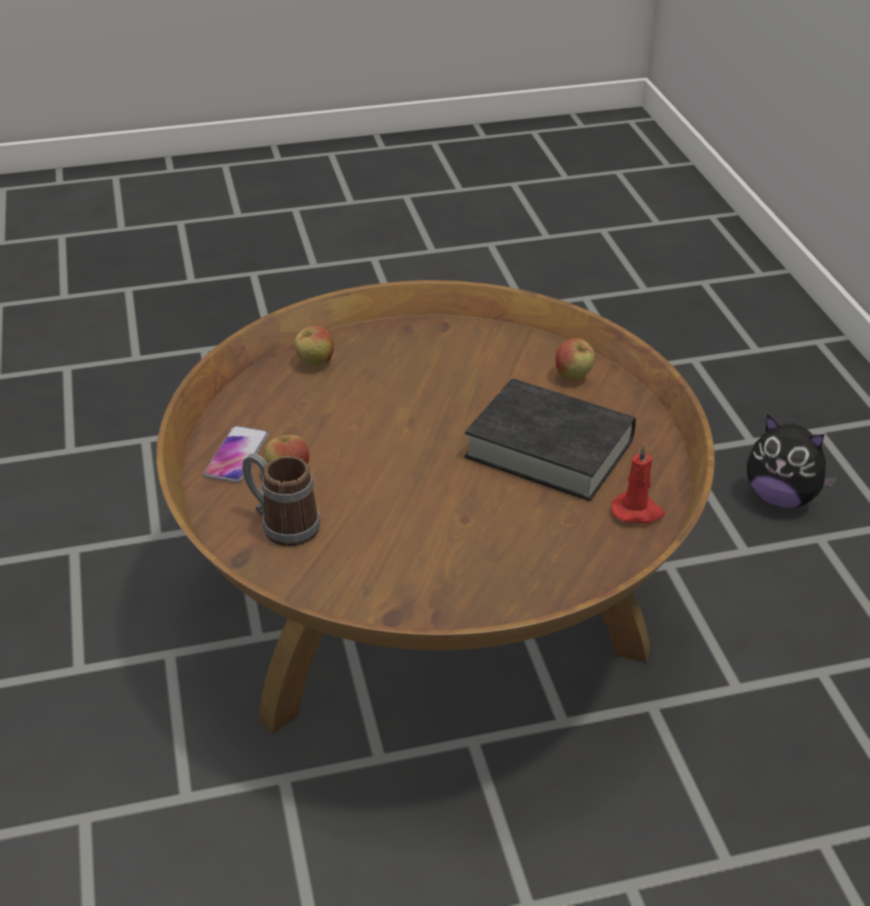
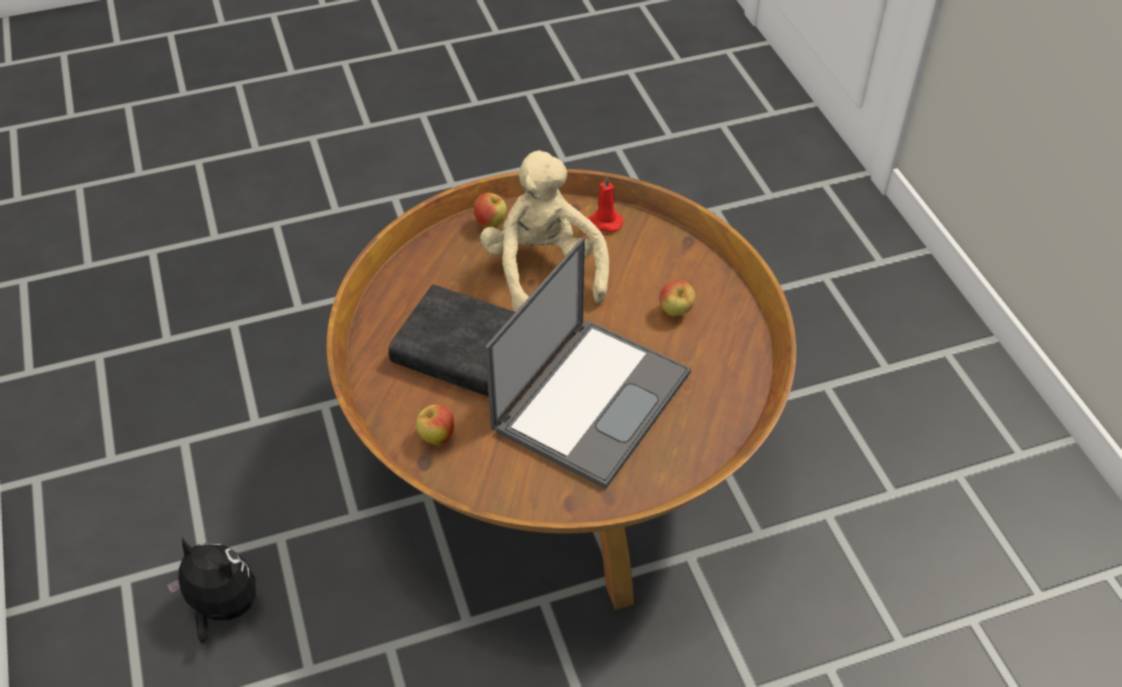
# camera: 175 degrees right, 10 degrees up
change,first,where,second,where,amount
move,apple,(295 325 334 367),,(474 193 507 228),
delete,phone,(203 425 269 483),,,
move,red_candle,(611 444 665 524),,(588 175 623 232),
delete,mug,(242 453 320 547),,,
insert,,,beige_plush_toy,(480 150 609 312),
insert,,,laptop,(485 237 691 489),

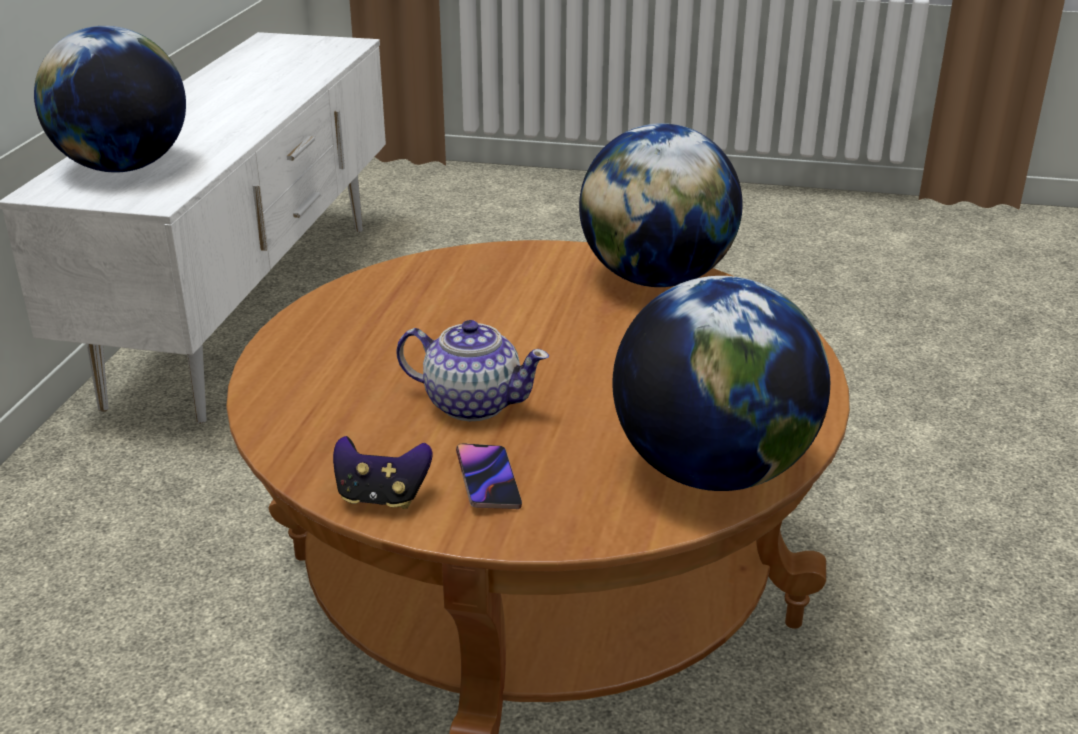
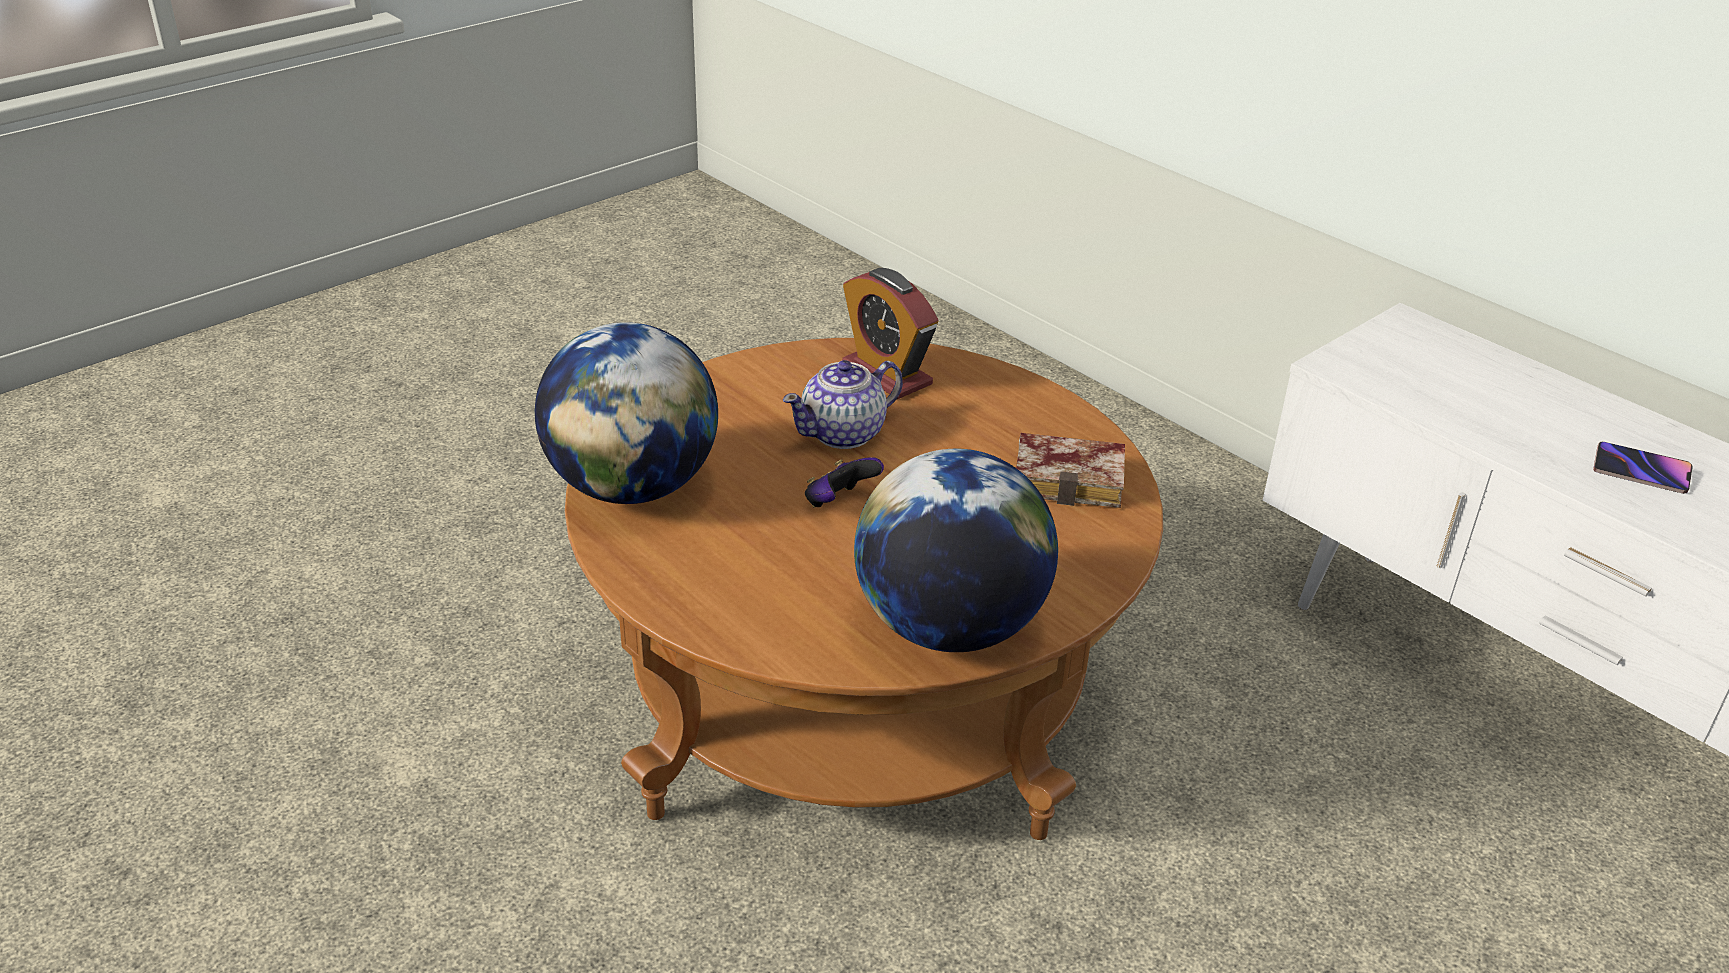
# camera: 125 degrees right, 5 degrees up
change,first,where,second,where,amount
delete,globe,(34 26 186 172),,,
move,game_controller,(333 436 433 509),,(805 457 884 507),
move,phone,(456 443 522 509),,(1593 442 1693 494),
insert,,,alarm_clock,(842 268 939 399),
insert,,,book,(1016 433 1125 508),

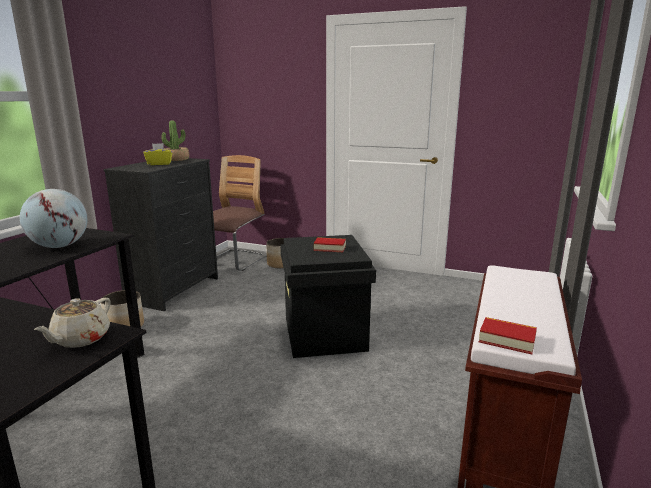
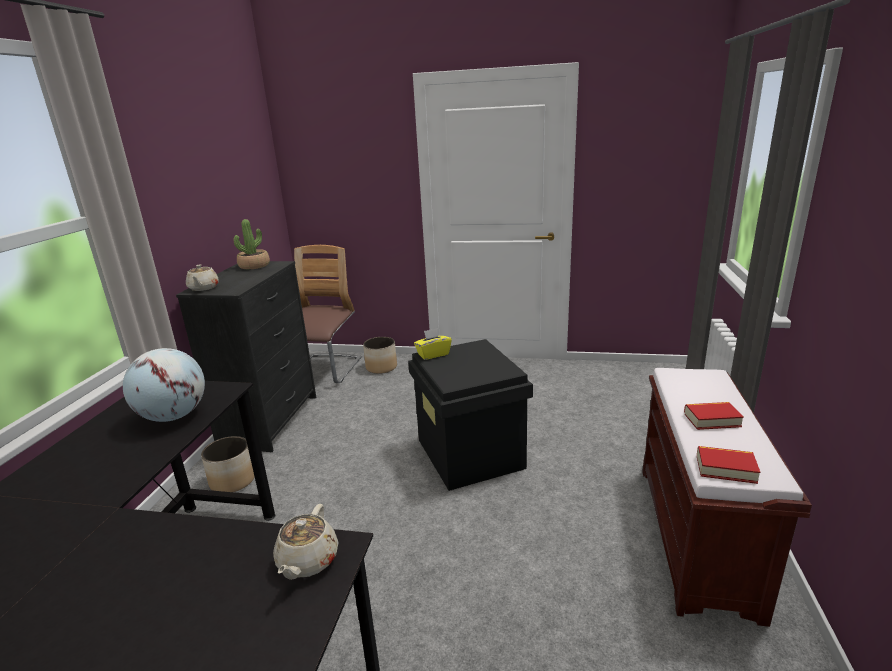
# camera: 10 degrees left, 5 degrees up
change,first,where,second,where,amount
move,yellow_tissue_box,(143 143 173 165),,(414 328 452 360),
move,book,(314 237 346 252),,(684 402 744 430),
insert,,,beige_teapot,(186 264 219 291),

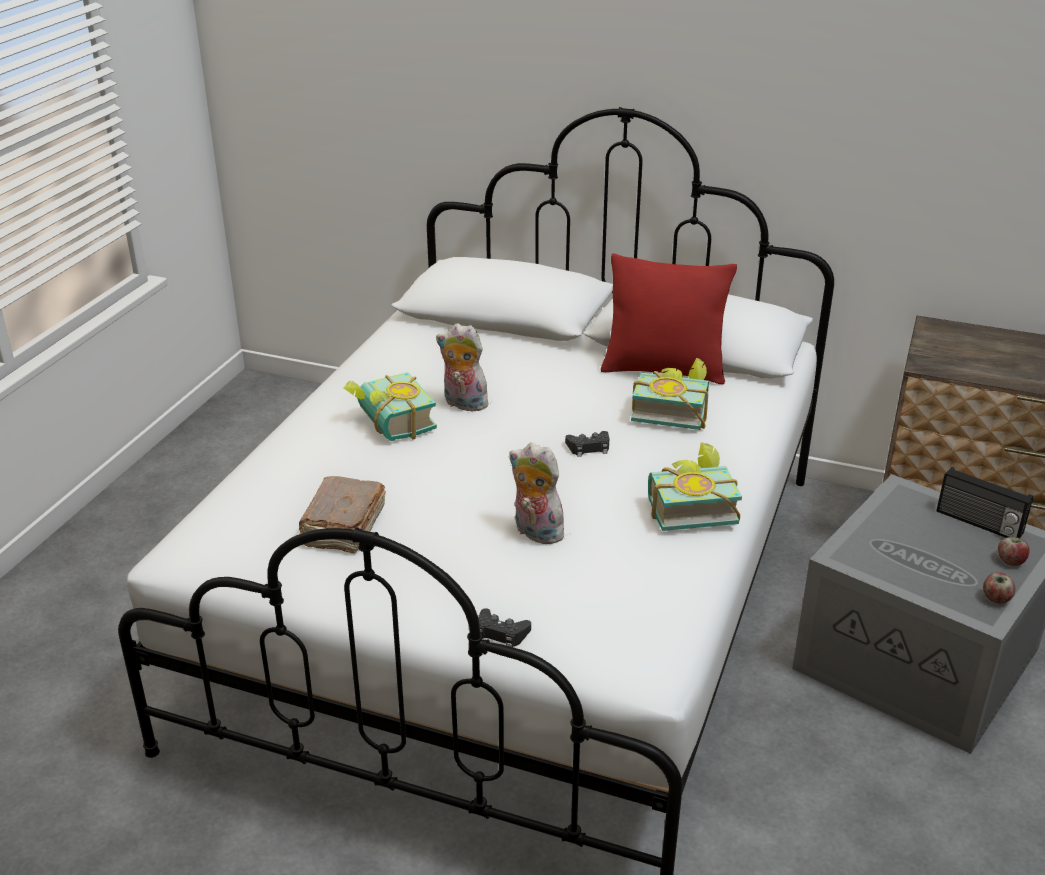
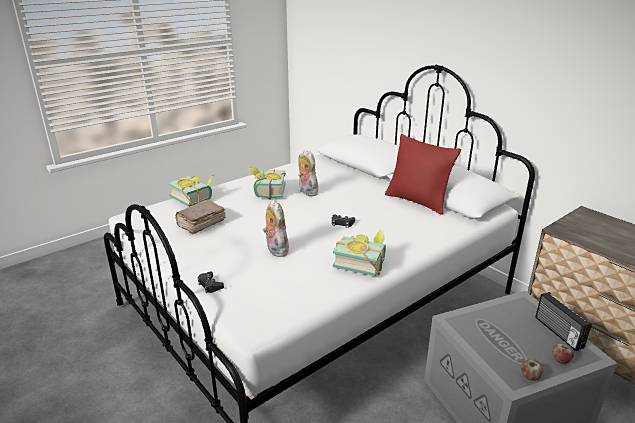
# camera: 30 degrees right, 5 degrees down
change,first,where,second,where,amount
move,book,(631 358 709 430),,(168 176 212 207),

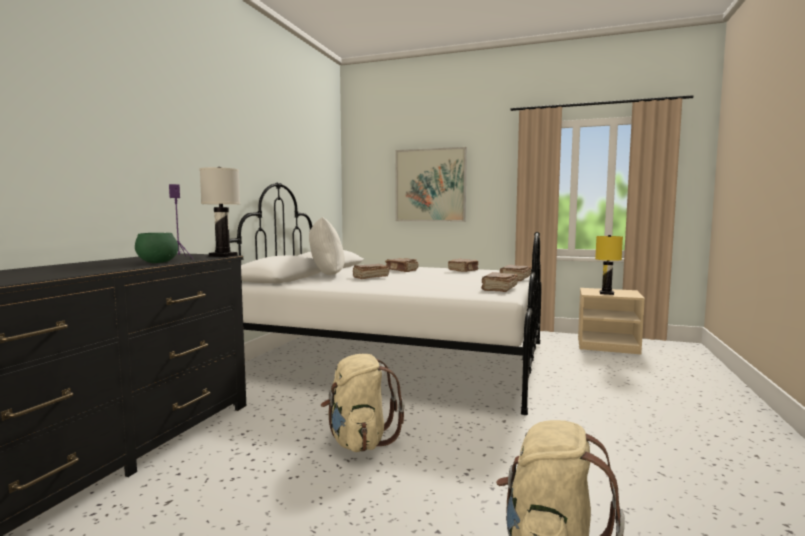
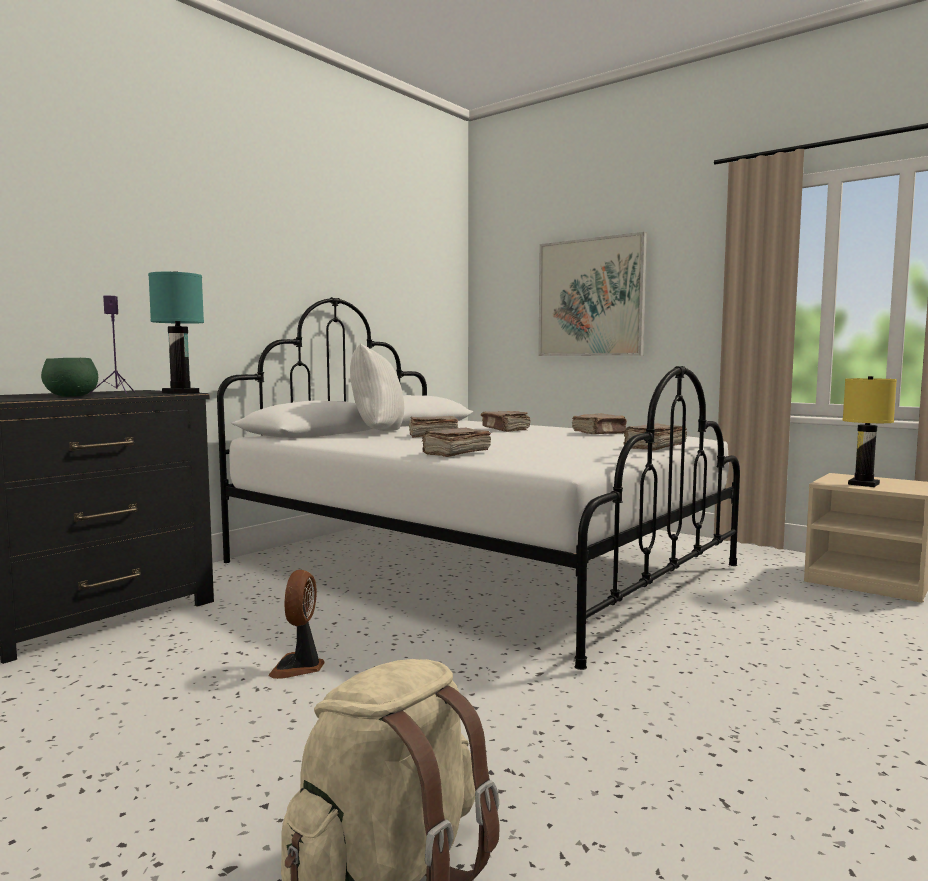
# camera: 20 degrees right, 0 degrees up
change,first,where,second,where,amount
recolor,white_table_lamp,(200 167 240 257),turquoise_table_lamp,(148 271 204 394),
move,brown_book,(481 272 518 292),,(422 428 491 457),
replace,beige_backpack,(321 354 405 452),fan,(268 569 325 679),

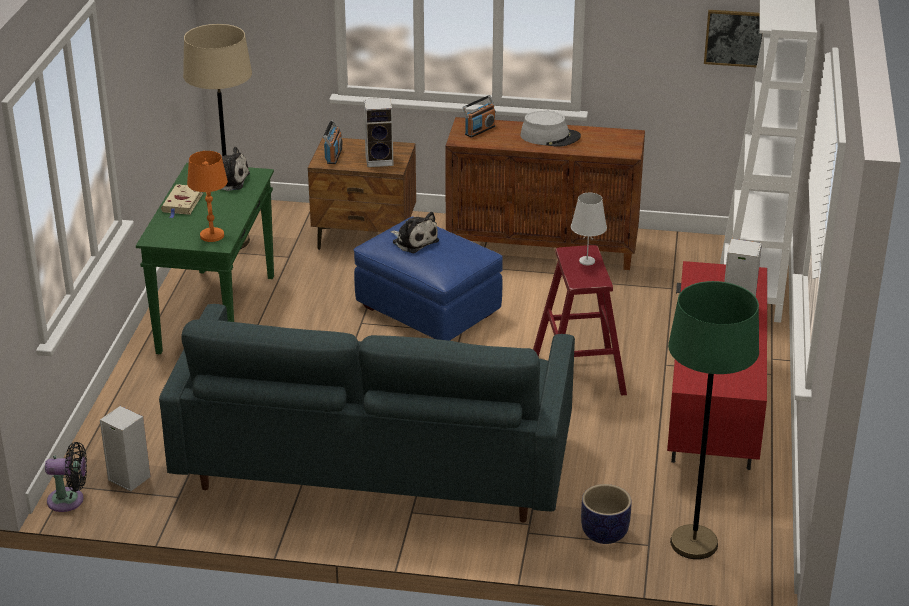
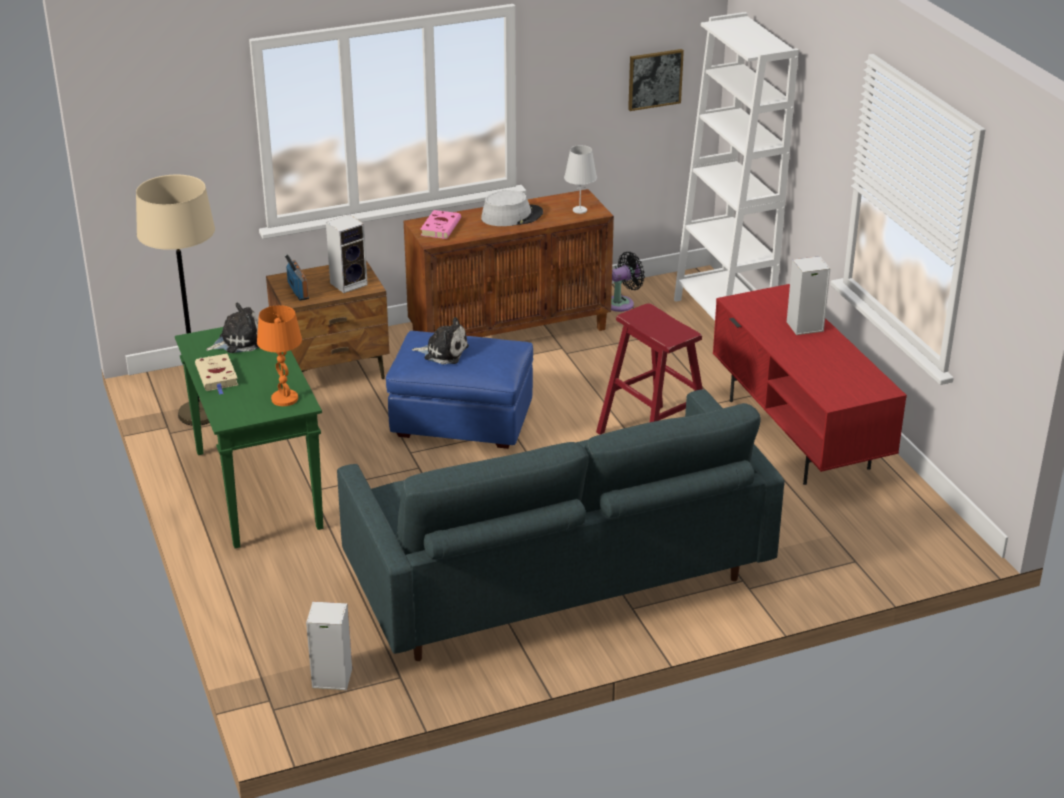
# camera: 30 degrees left, 0 degrees up
change,first,where,second,where,amount
replace,radio,(463 95 496 138),pink_book,(420 210 461 239),
move,white_table_lamp,(571 193 607 265),,(564 145 597 214),
delete,green_floor_lamp,(668 281 759 559),,,
move,black_fan,(45 442 87 512),,(611 252 645 312),
delete,planter,(581 484 631 544),,,

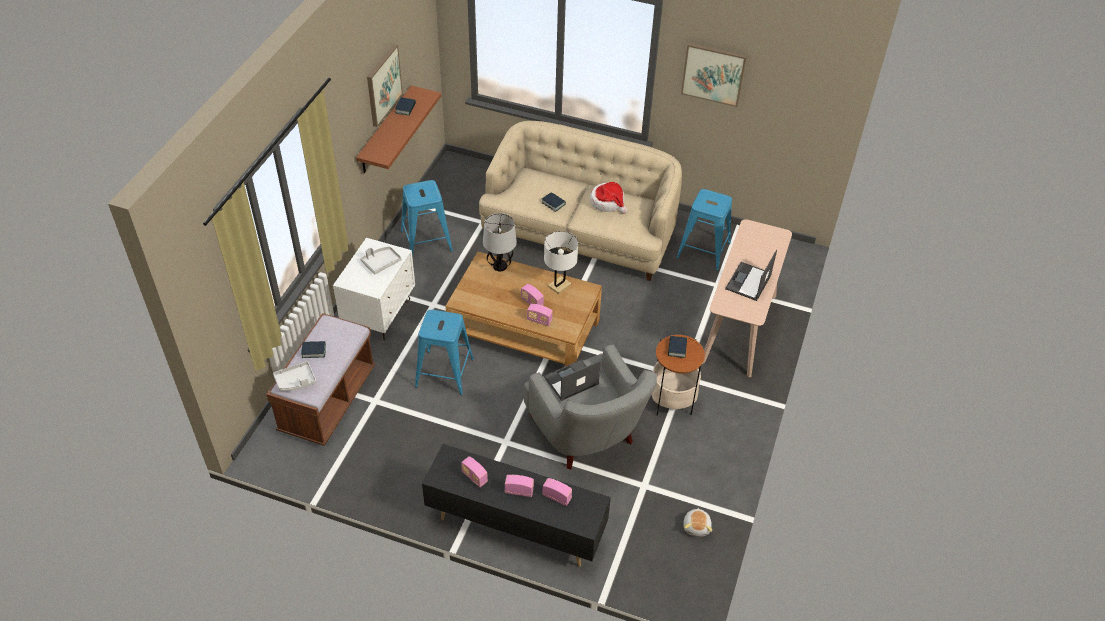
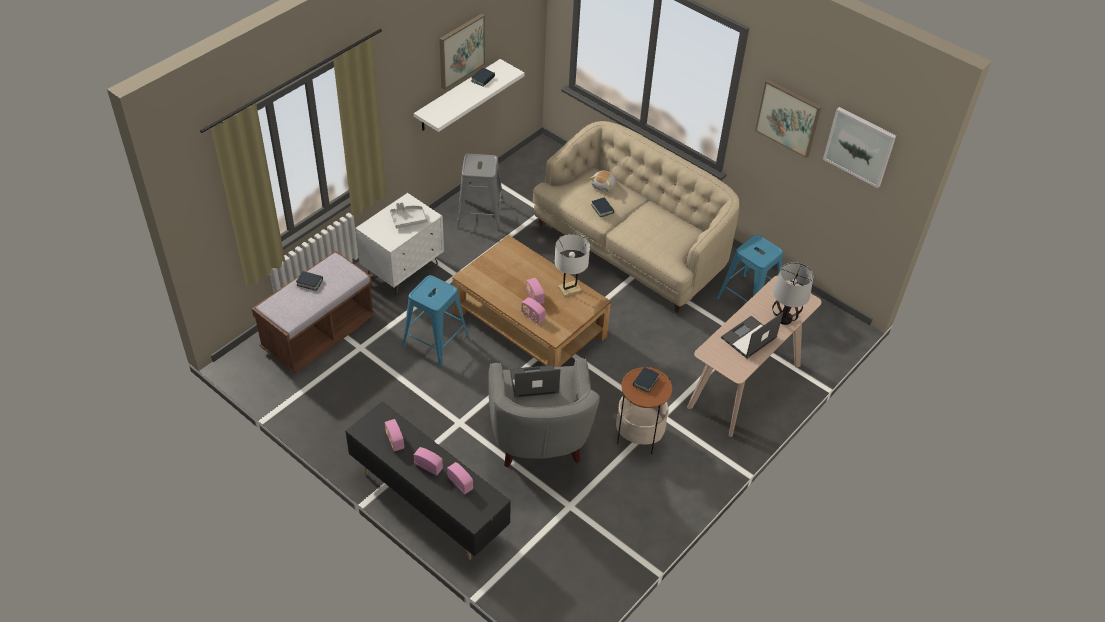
# camera: 20 degrees right, 0 degrees up
change,first,where,second,where,amount
recolor,brown_shelf,(356 85 441 173),white_shelf,(414 59 525 132),
recolor,blue_stool,(401 180 453 257),grey_stool,(457 154 504 231),
delete,hat,(590 182 627 214),,,
move,table_lamp,(483 213 517 272),,(772 262 813 325),
delete,grey_tray,(273 361 317 391),,,
move,plush_toy,(684 508 712 537),,(589 171 616 192),
insert,,,picture,(823 107 896 188),

